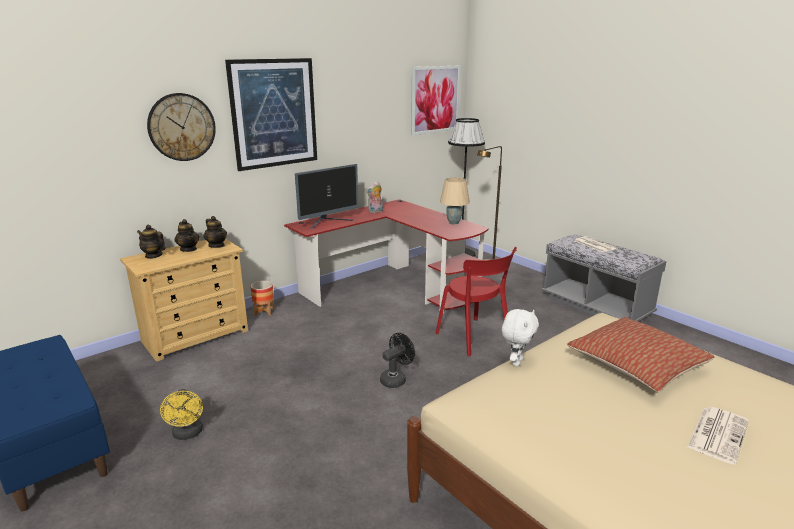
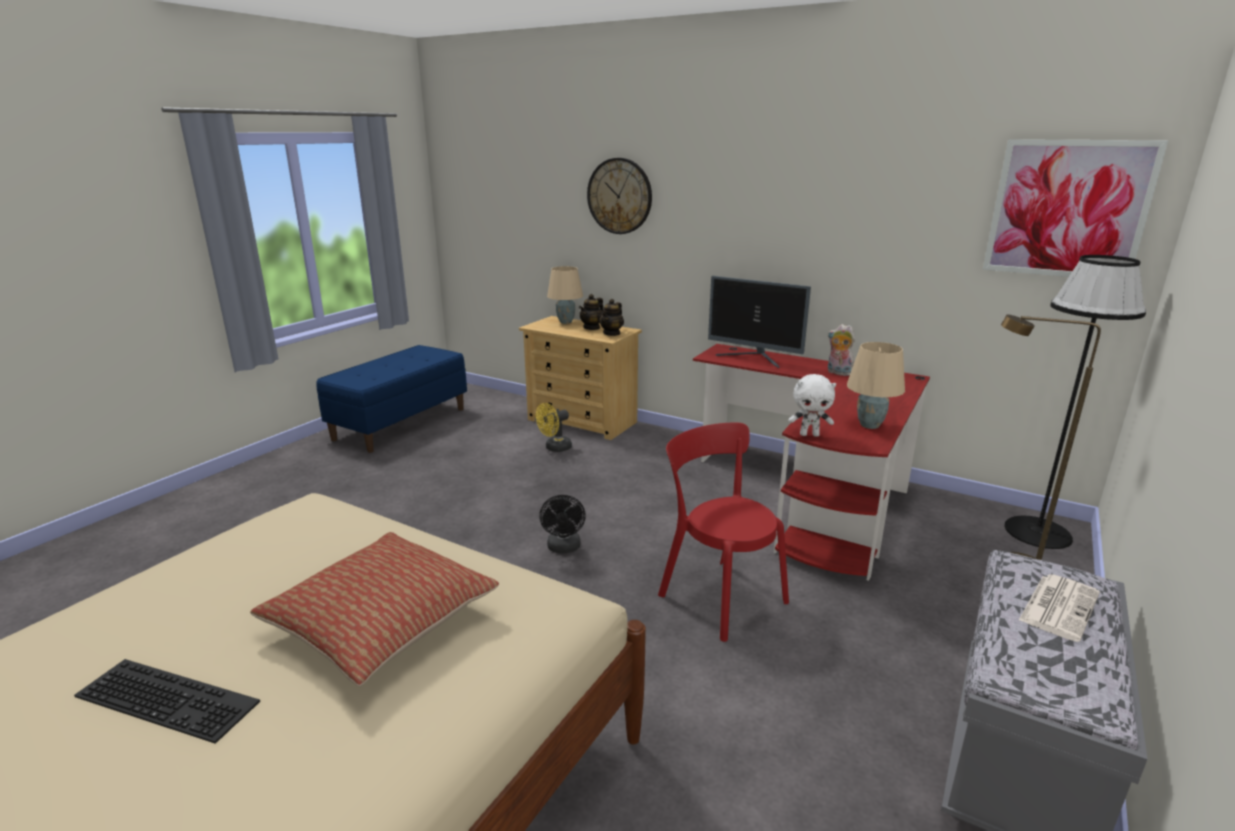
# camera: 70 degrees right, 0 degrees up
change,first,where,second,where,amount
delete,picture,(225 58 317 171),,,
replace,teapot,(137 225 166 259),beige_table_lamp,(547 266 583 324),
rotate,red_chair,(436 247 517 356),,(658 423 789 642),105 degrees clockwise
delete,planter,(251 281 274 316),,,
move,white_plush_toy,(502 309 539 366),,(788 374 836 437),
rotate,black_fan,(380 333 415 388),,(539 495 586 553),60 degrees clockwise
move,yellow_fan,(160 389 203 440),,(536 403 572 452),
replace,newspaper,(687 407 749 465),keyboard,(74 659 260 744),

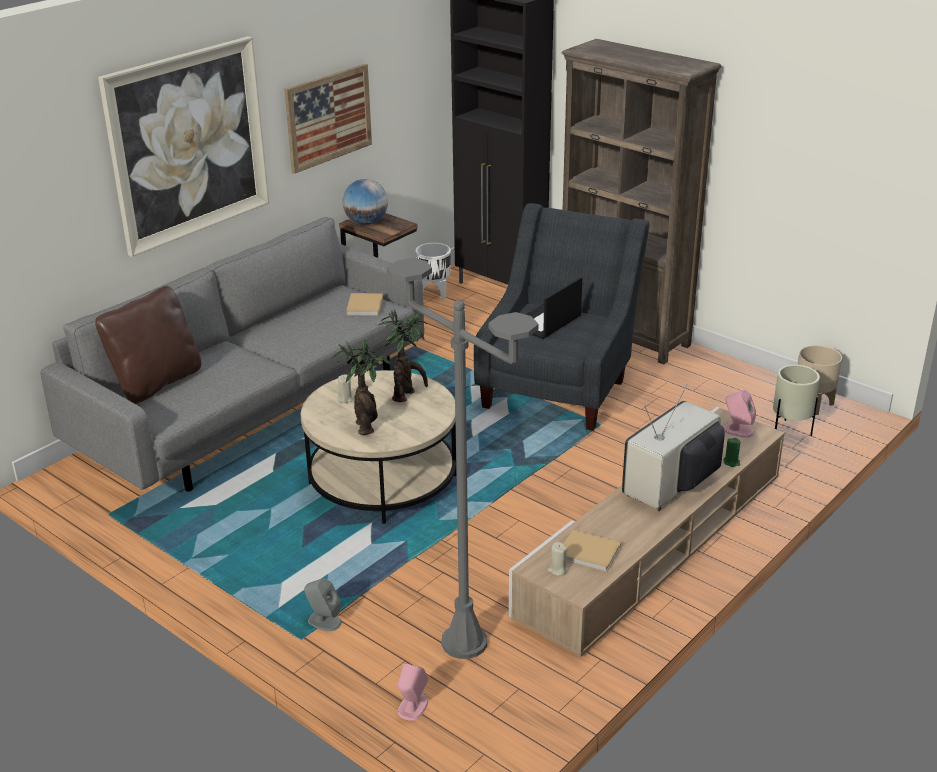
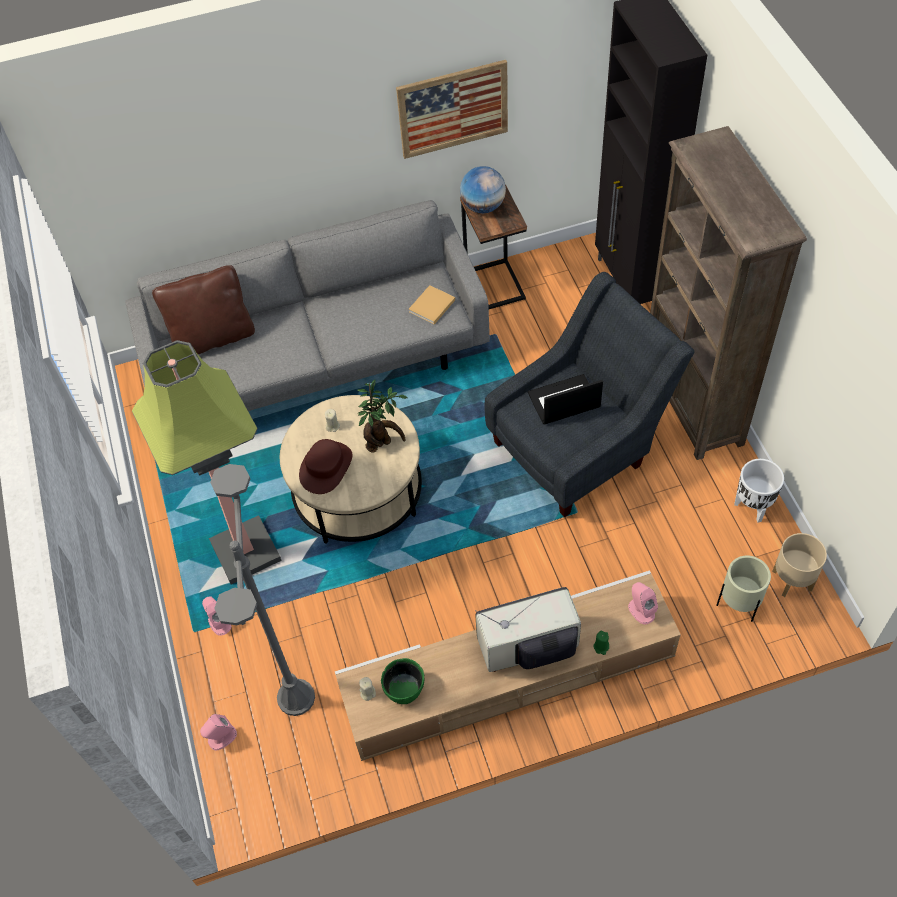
# camera: 35 degrees right, 25 degrees up
change,first,where,second,where,amount
delete,picture,(98 36 269 257),,,
move,white_planter,(415 243 451 300),,(734 459 784 523),
replace,potted_plant,(332 339 391 435),brown_hat,(299 439 353 494),
replace,beige_book,(564 530 621 572),green_bowl,(381 658 424 704),
recolor,grey_speaker,(304 578 342 631),pink_speaker,(202 596 231 636),
insert,,,floor_lamp,(132 340 282 584),

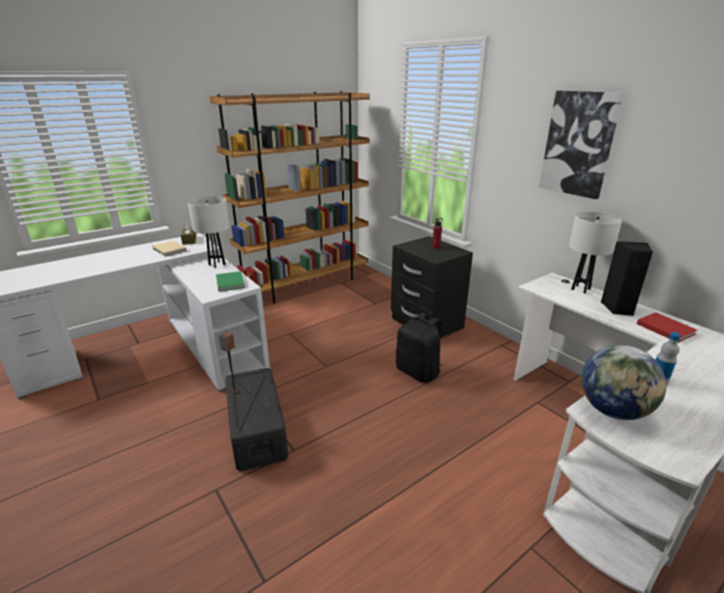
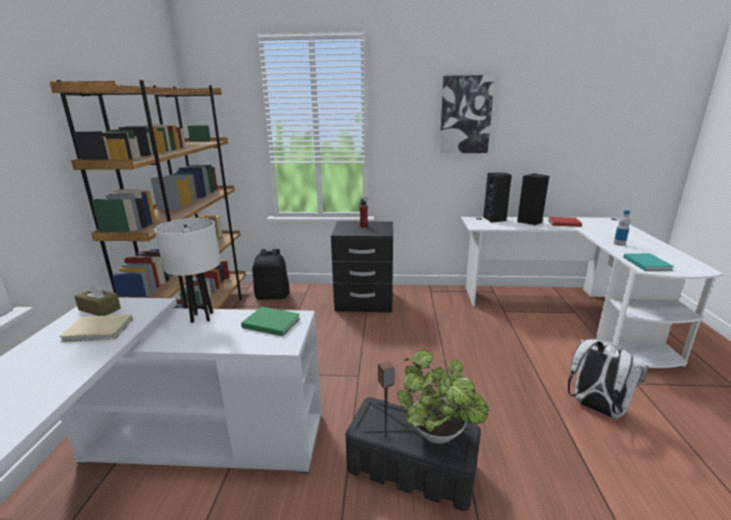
# camera: 50 degrees left, 5 degrees down
change,first,where,second,where,amount
replace,white_table_lamp,(569 212 622 294),black_speaker,(483 173 512 223),
move,black_backpack,(396 312 442 383),,(252 249 290 300),
replace,globe,(581 345 666 420),turquoise_book,(623 253 674 271),
insert,,,white_backpack,(568 339 648 419),
insert,,,potted_plant,(397 350 490 444),

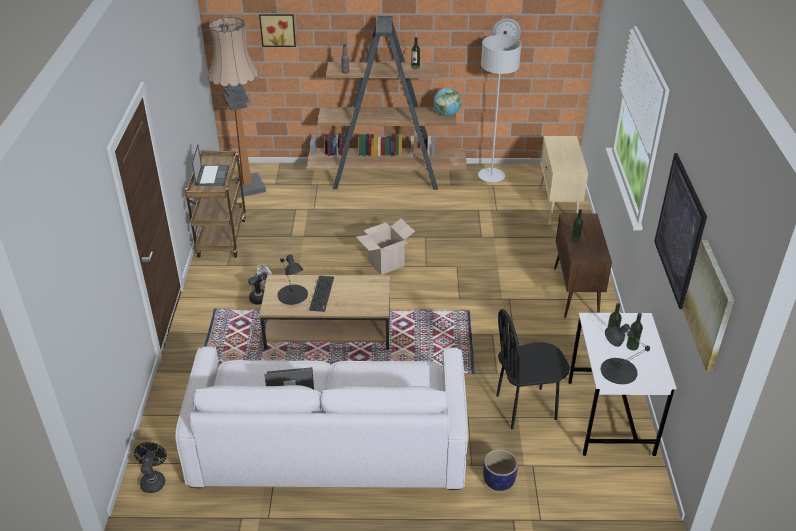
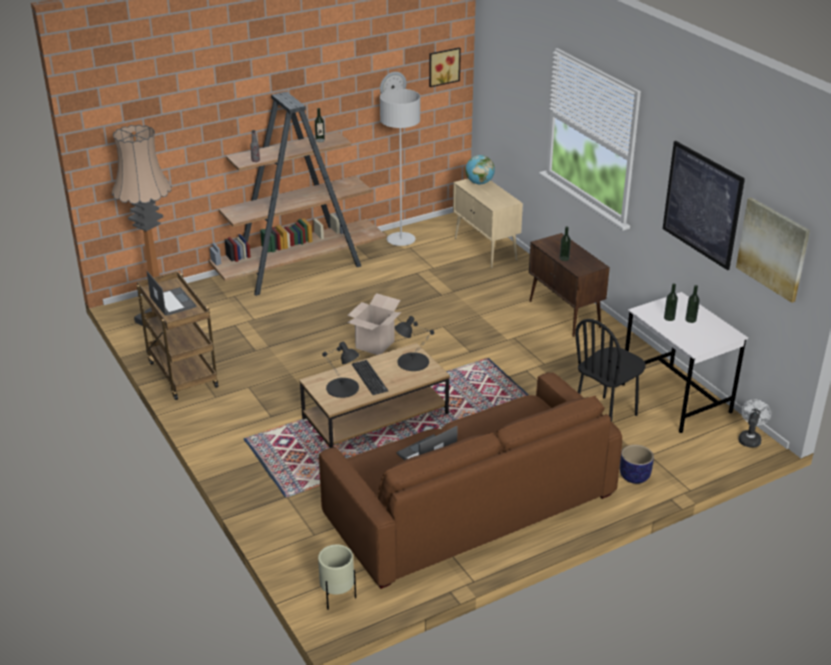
# camera: 30 degrees left, 5 degrees down
change,first,where,second,where,amount
move,picture,(259 14 296 47),,(429 47 461 87),
move,globe,(434 88 461 116),,(465 155 495 184),
move,white_fan,(248 264 272 305),,(738 400 771 448),
move,black_table_lamp,(601 324 650 384),,(395 316 434 371),
recolor,white_sofa,(175 346 468 490),brown_sofa,(319 372 622 589),
replace,black_fan,(134 442 167 493),beige_planter,(318 544 356 610),

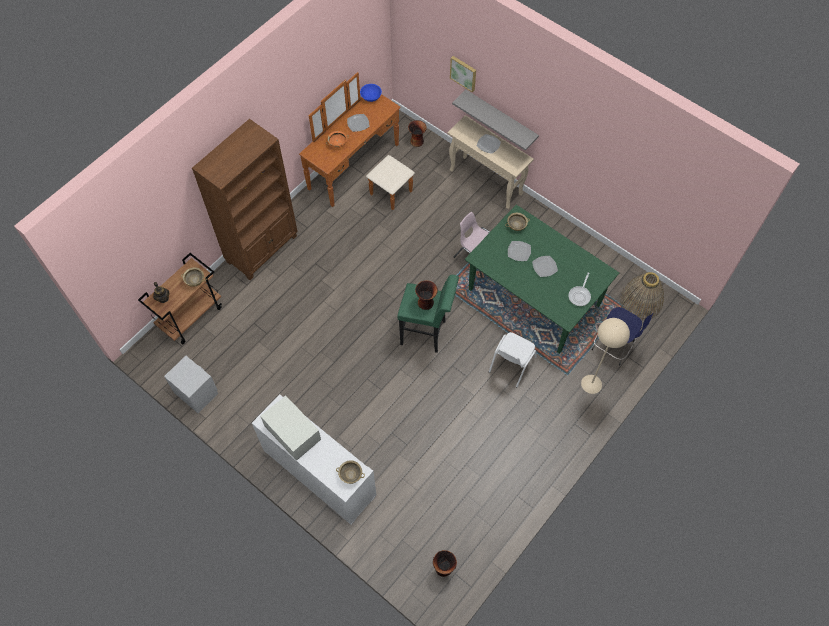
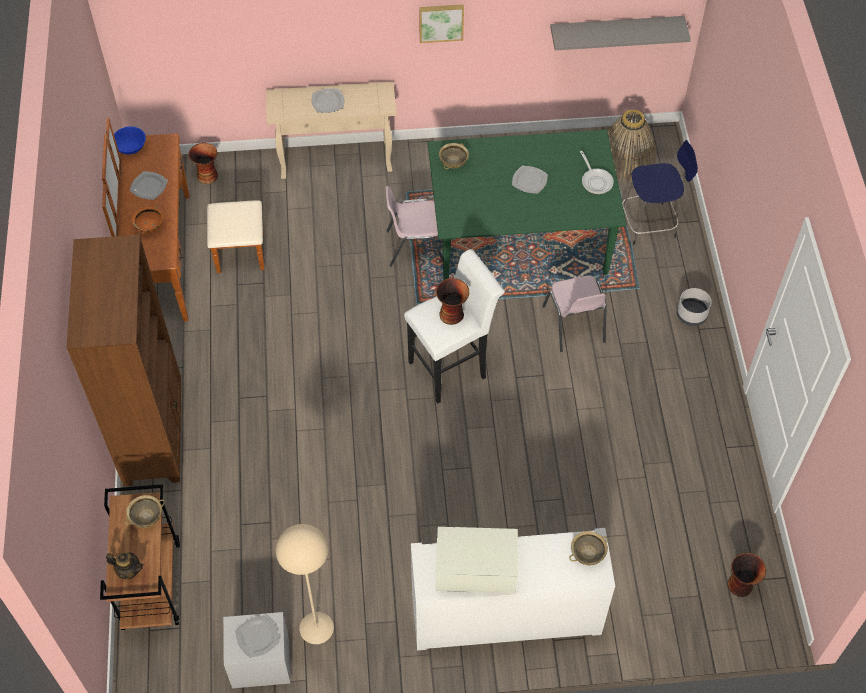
# camera: 45 degrees left, 5 degrees down
change,first,where,second,where,amount
move,picture,(450 56 476 92),,(419 4 464 43),
move,grey_shelf,(452 90 539 151),,(550 16 691 50),
move,plate,(508 241 531 261),,(235 615 279 658),
recolor,green_stool,(397 275 459 353),white_stool,(404 249 505 404),
move,beige_floor_lamp,(581 318 630 394),,(276 524 334 644),
recolor,white_chair,(489 332 537 387),pink_chair,(542 275 607 352),
insert,,,grey_planter,(677 288 712 326),

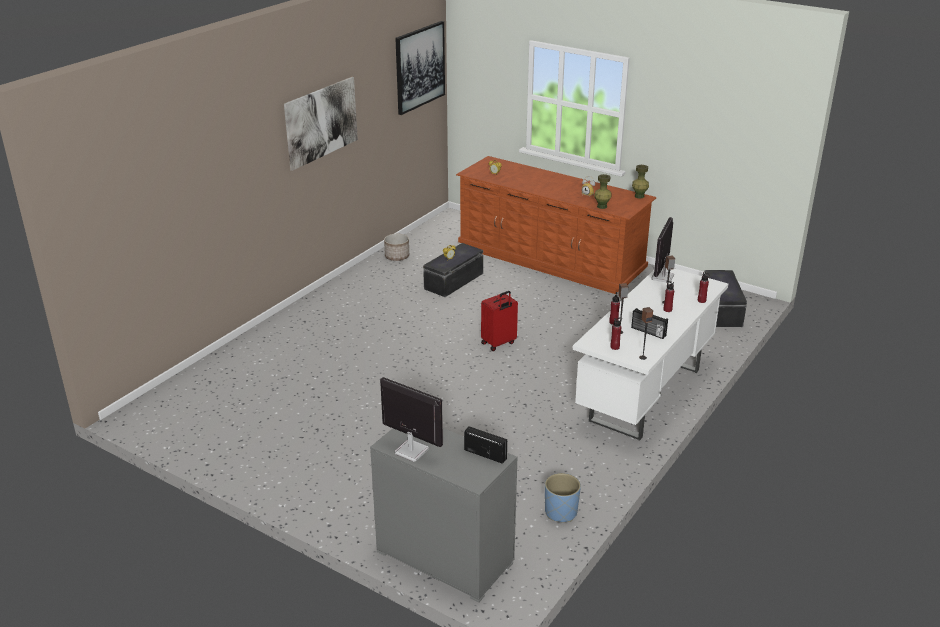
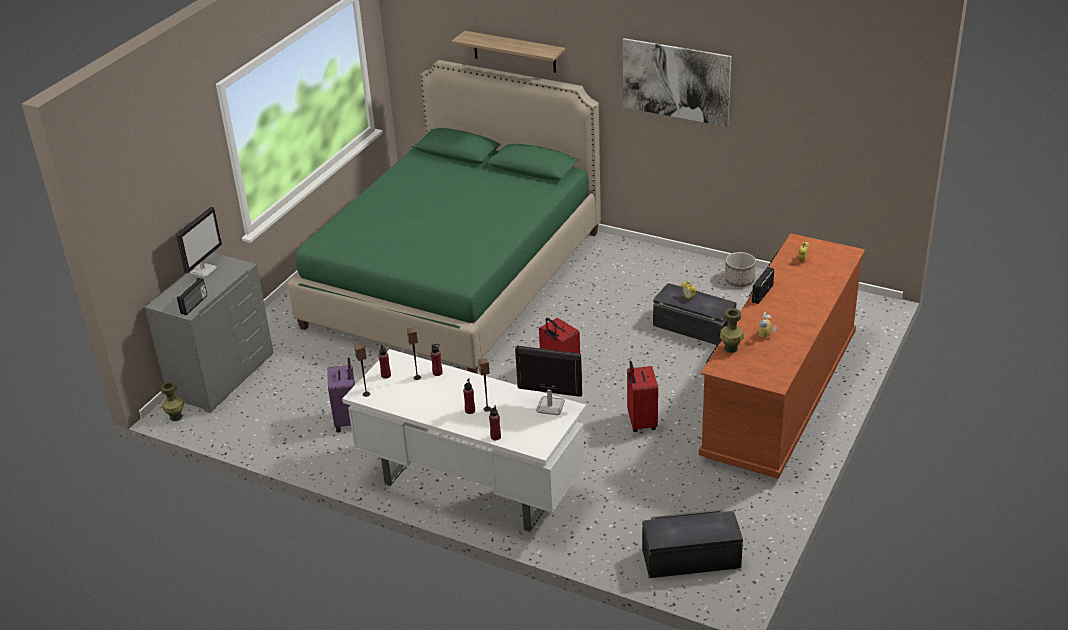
# camera: 85 degrees right, 5 degrees up
change,first,where,second,where,amount
delete,picture,(395 21 445 115),,,
move,green_vase,(632 165 649 199),,(161 382 184 421),
move,radio,(631 308 668 339),,(752 267 774 304),
delete,blue_planter,(545 473 581 522),,,
insert,,,shelf,(452 31 565 73),
insert,,,green_bed,(287 60 601 374),
insert,,,purple_suitcase,(327 358 355 432),
insert,,,red_suitcase,(627 361 658 432),

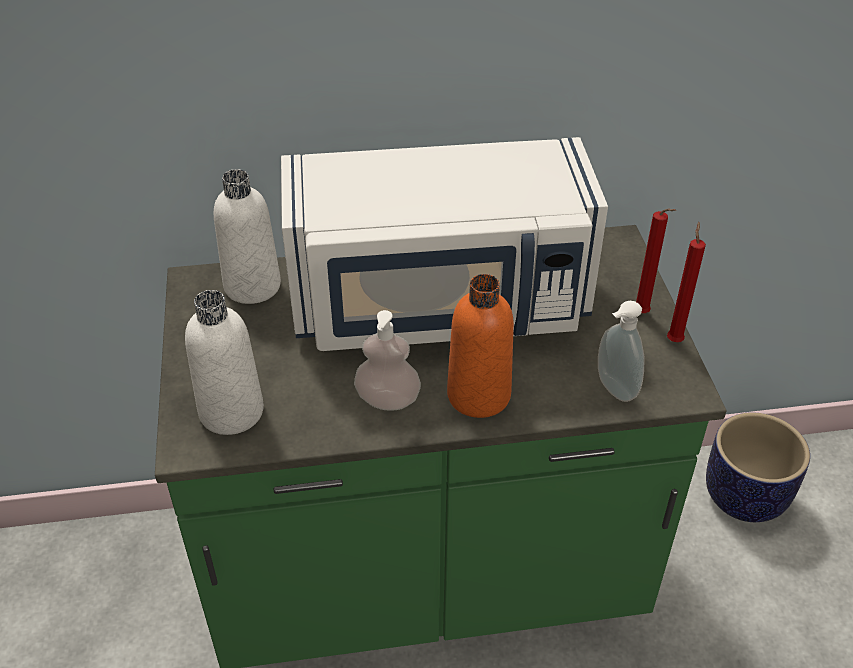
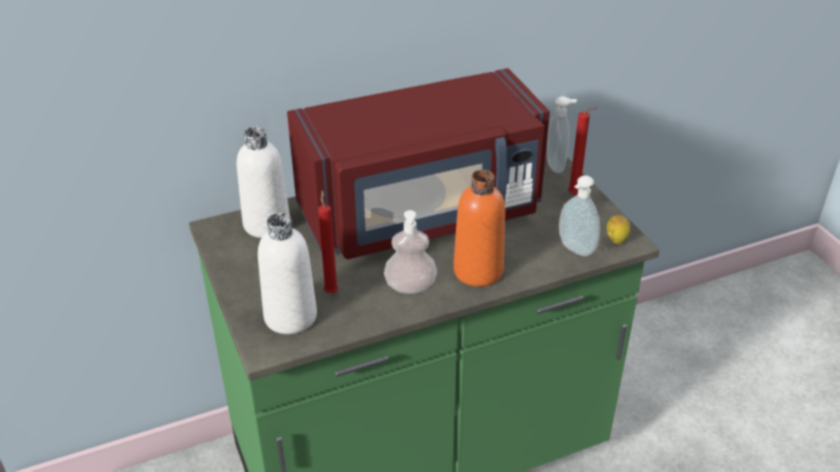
# camera: 15 degrees left, 5 degrees down
change,first,where,second,where,amount
recolor,white_microwave,(281 137 608 351),red_microwave,(287 68 550 259),
move,red_candle,(667 222 706 342),,(318 190 338 293),
delete,planter,(706 412 810 522),,,
insert,,,soap_dispenser,(547 96 577 173),
insert,,,lemon,(607 215 630 244),

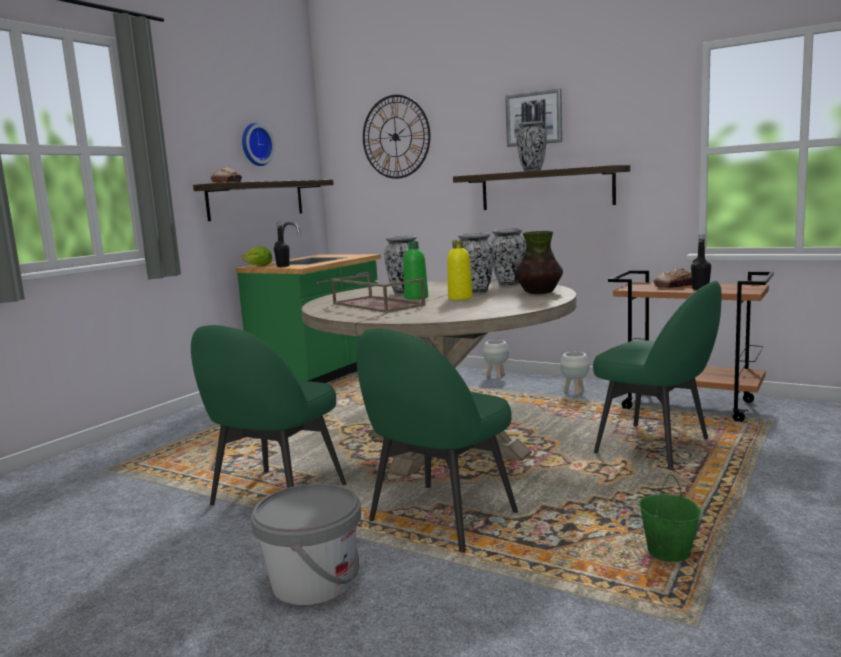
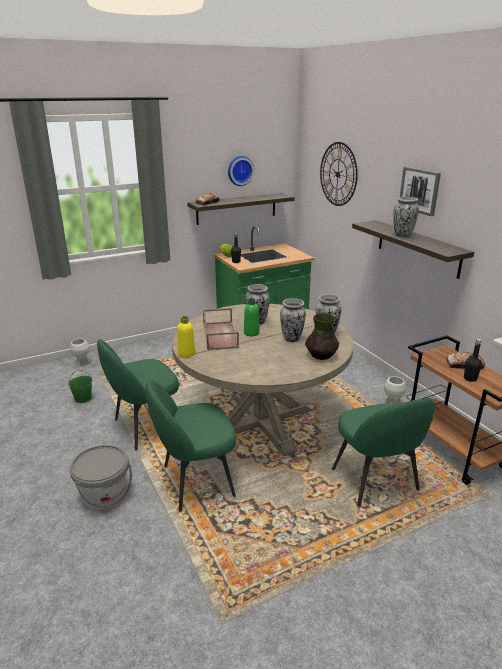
# camera: 30 degrees right, 15 degrees up
change,first,where,second,where,amount
move,yellow_bottle,(447 240 473 300),,(177 316 195 357),
move,white_planter,(483 340 509 379),,(70 339 90 367),
move,green_bucket,(639 474 701 562),,(68 369 92 403),

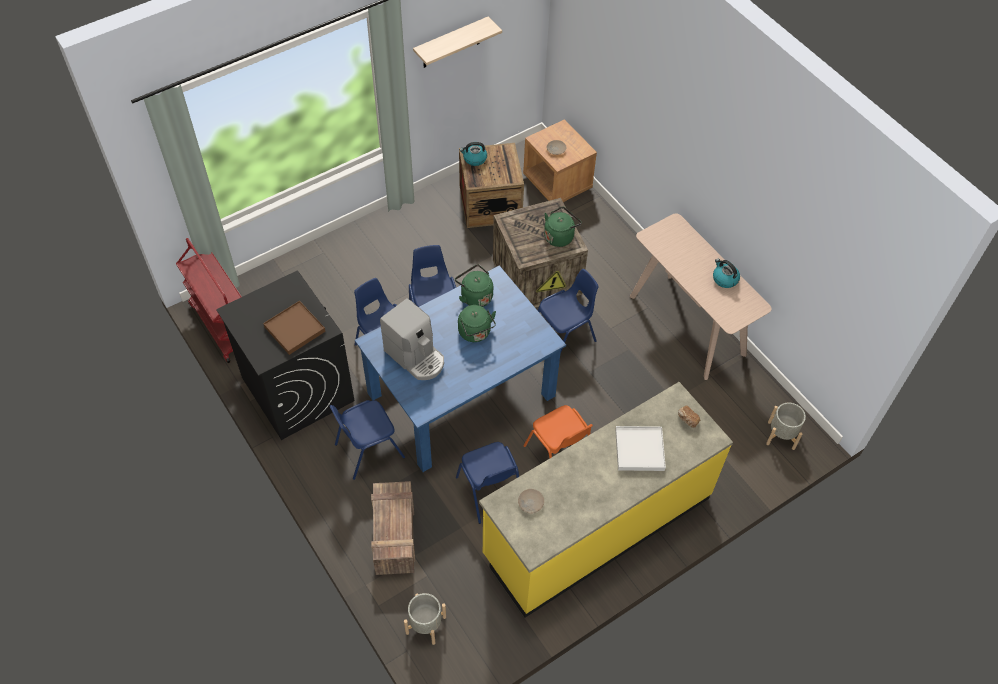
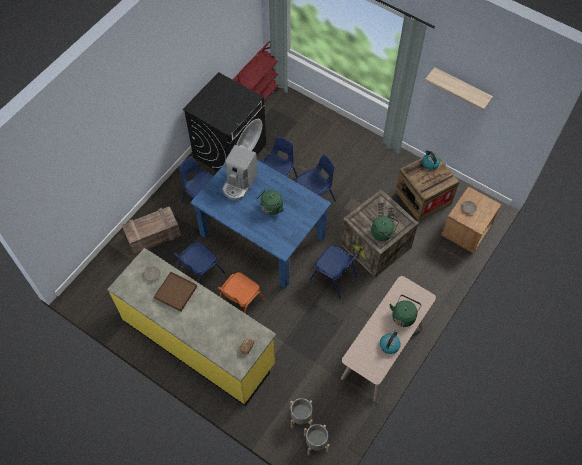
# camera: 70 degrees right, 5 degrees up
change,first,where,second,where,amount
move,green_kettle,(455 264 493 307),,(389 295 422 327),
move,brown_tray,(263 301 326 355),,(154 272 197 312),
delete,white_tray,(615 426 666 471),,,
move,grey_planter,(404 593 446 645),,(291 398 313 428),

